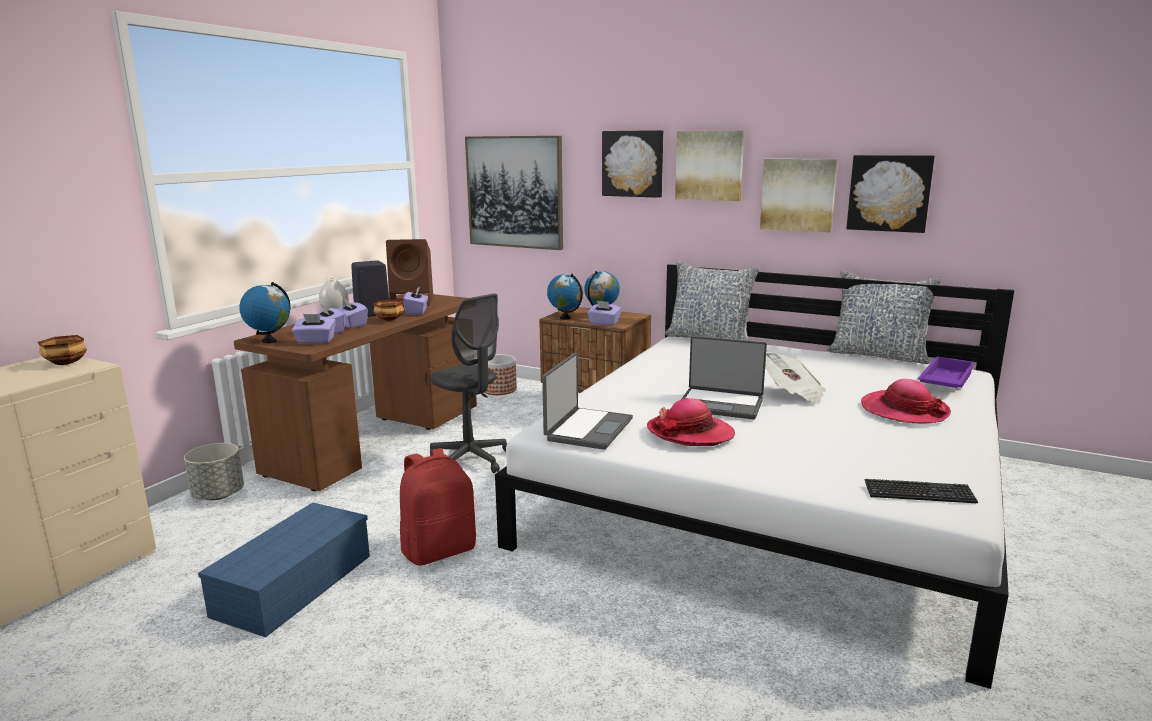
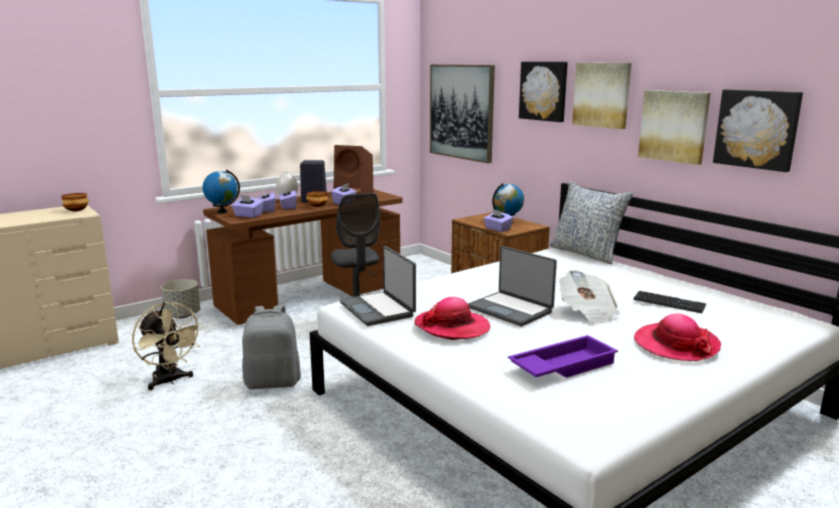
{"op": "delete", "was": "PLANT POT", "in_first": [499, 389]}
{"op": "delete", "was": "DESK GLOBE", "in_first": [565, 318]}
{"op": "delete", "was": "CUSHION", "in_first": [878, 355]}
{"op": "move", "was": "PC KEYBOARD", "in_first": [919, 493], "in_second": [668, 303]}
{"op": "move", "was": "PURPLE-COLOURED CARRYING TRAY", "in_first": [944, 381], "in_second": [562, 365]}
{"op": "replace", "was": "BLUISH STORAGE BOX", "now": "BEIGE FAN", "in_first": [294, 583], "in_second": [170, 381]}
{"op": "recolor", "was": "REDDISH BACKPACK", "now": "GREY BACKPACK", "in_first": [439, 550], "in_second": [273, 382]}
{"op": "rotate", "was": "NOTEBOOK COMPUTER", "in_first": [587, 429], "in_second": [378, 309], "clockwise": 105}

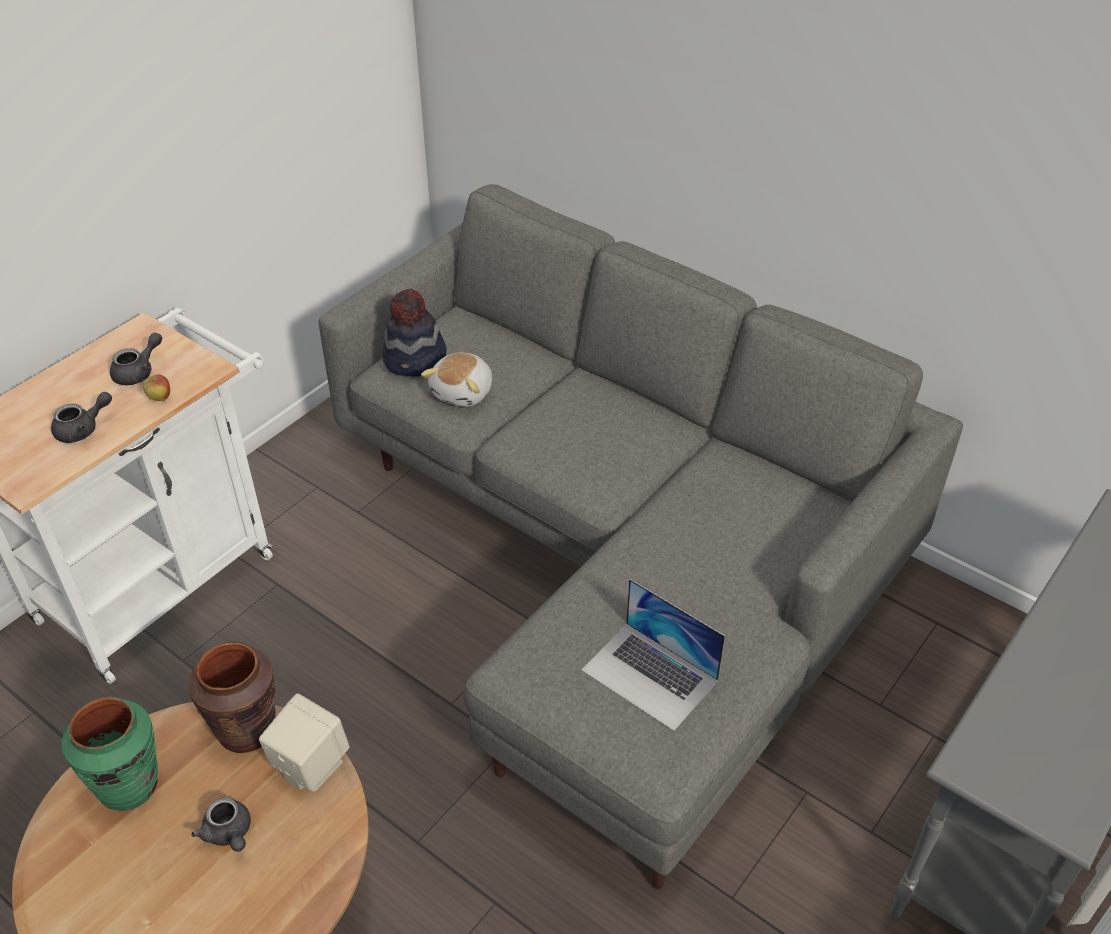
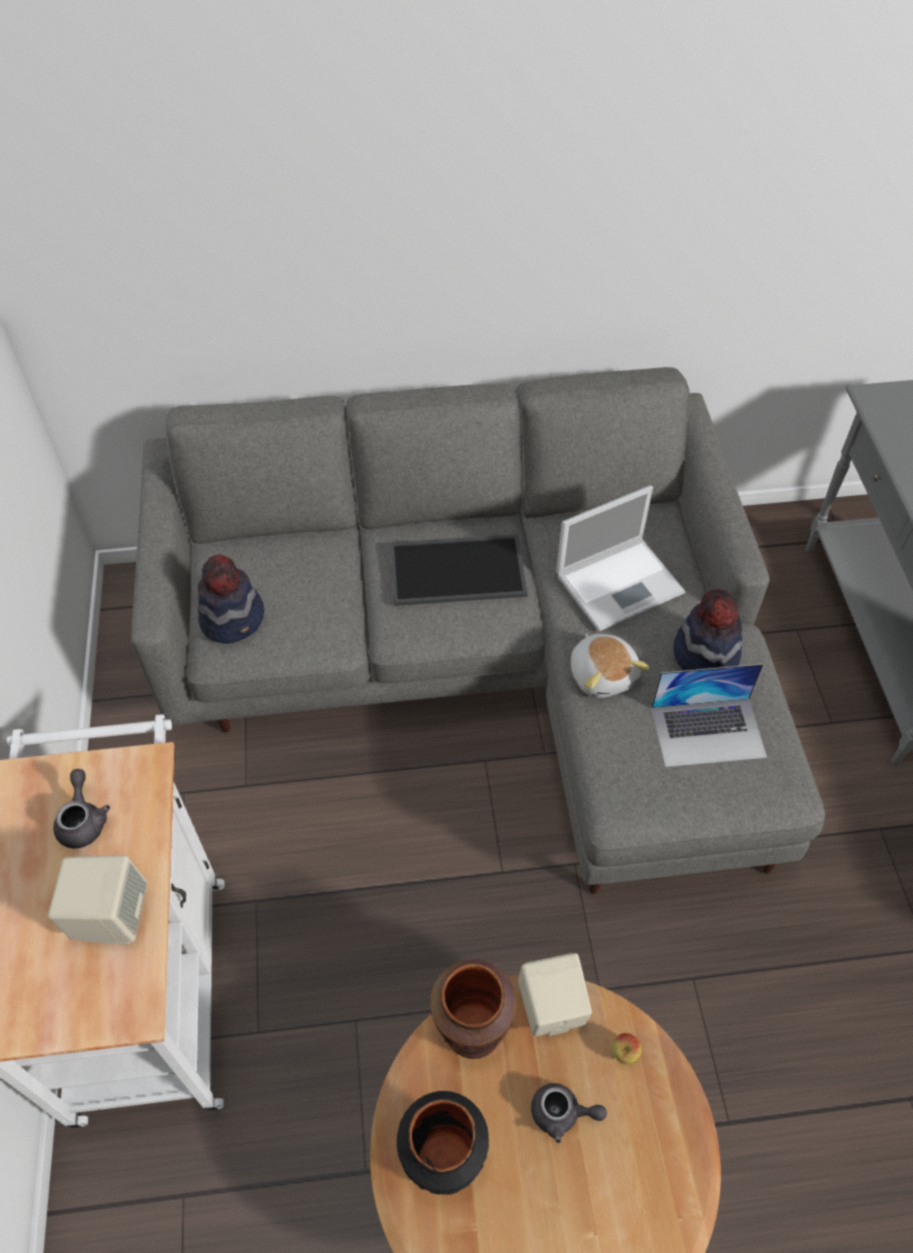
{"op": "insert", "now": "CARRYING TRAY", "in_second": [458, 568]}
{"op": "insert", "now": "NOTEBOOK COMPUTER", "in_second": [621, 582]}
{"op": "insert", "now": "CLOTHING HAT", "in_second": [704, 656]}
{"op": "move", "was": "WHOLE APPLE", "in_first": [160, 398], "in_second": [624, 1053]}
{"op": "move", "was": "SOFT TOY", "in_first": [463, 392], "in_second": [603, 674]}
{"op": "replace", "was": "GREY TEA POT", "now": "BEIGE AUDIO SPEAKER", "in_first": [83, 429], "in_second": [111, 916]}
{"op": "recolor", "was": "GREEN VASE", "now": "BLACK-COLOURED VASE", "in_first": [129, 786], "in_second": [444, 1159]}

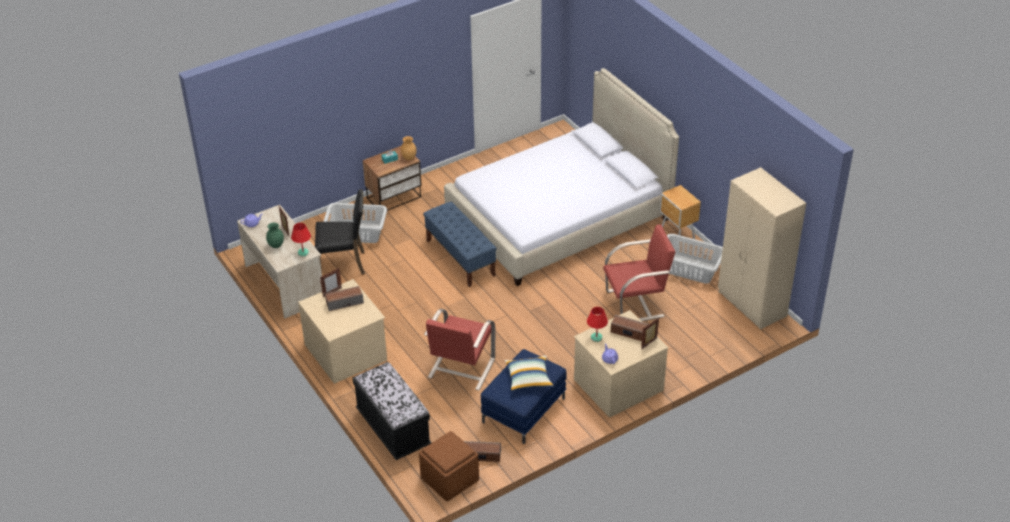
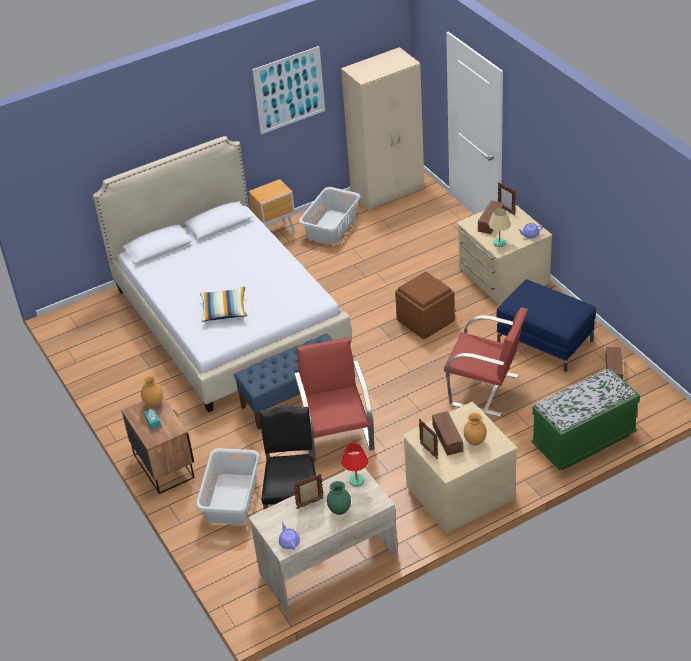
{"op": "insert", "now": "WALL PICTURE", "in_second": [289, 90]}
{"op": "insert", "now": "BROWNISH VASE", "in_second": [474, 441]}
{"op": "move", "was": "BROWNISH FOOTREST", "in_first": [450, 478], "in_second": [425, 320]}
{"op": "move", "was": "CUSHION", "in_first": [529, 378], "in_second": [224, 310]}
{"op": "move", "was": "REDDISH ARMCHAIR", "in_first": [635, 303], "in_second": [337, 437]}
{"op": "recolor", "was": "BLACK-COLOURED INDOOR BENCH", "now": "GREEN INDOOR BENCH", "in_first": [393, 429], "in_second": [583, 441]}
{"op": "recolor", "was": "REDDISH TABLETOP LAMP", "now": "BEIGE TABLETOP LAMP", "in_first": [596, 337], "in_second": [499, 243]}

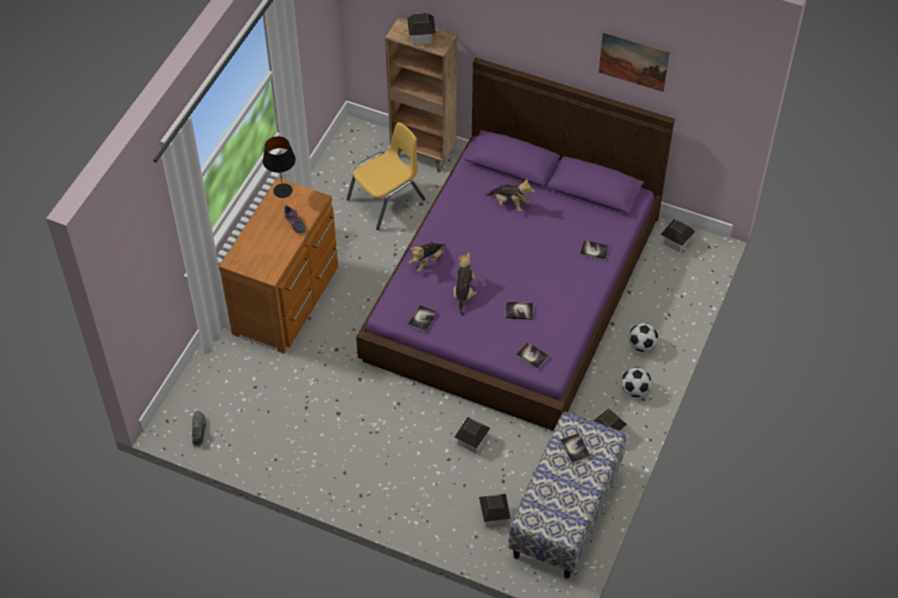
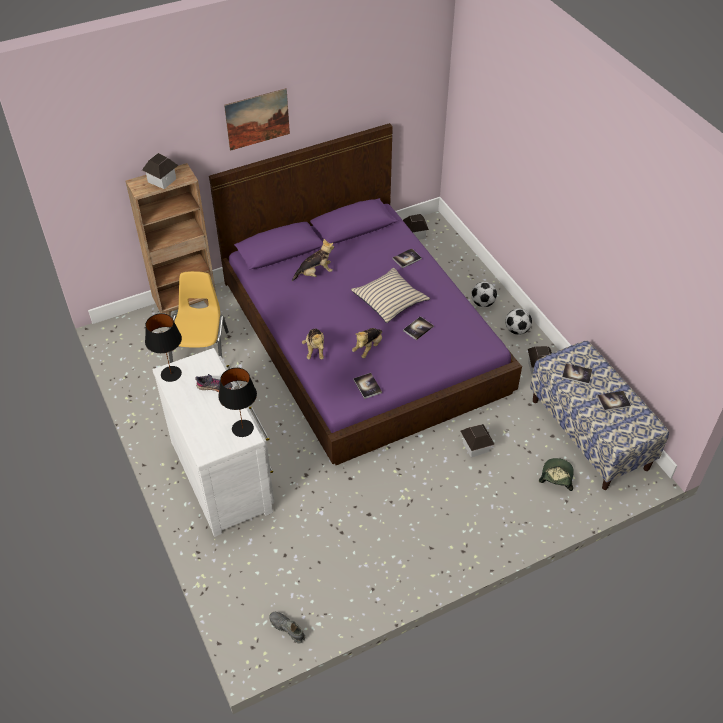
{"op": "insert", "now": "BLACK-COLOURED TABLETOP LAMP", "in_second": [242, 428]}
{"op": "insert", "now": "BEIGE CUSHION", "in_second": [390, 300]}
{"op": "move", "was": "BOUND BOOK", "in_first": [532, 356], "in_second": [613, 401]}
{"op": "move", "was": "WALL PICTURE", "in_first": [633, 61], "in_second": [257, 119]}
{"op": "replace", "was": "MODEL HOUSE", "now": "CAP", "in_first": [494, 515], "in_second": [556, 477]}
{"op": "recolor", "was": "BROWNISH DRAWER CHEST", "now": "WHITISH DRAWER CHEST", "in_first": [289, 300], "in_second": [223, 474]}
{"op": "rotate", "was": "SOFT TOY", "in_first": [464, 293], "in_second": [368, 348], "clockwise": -105}

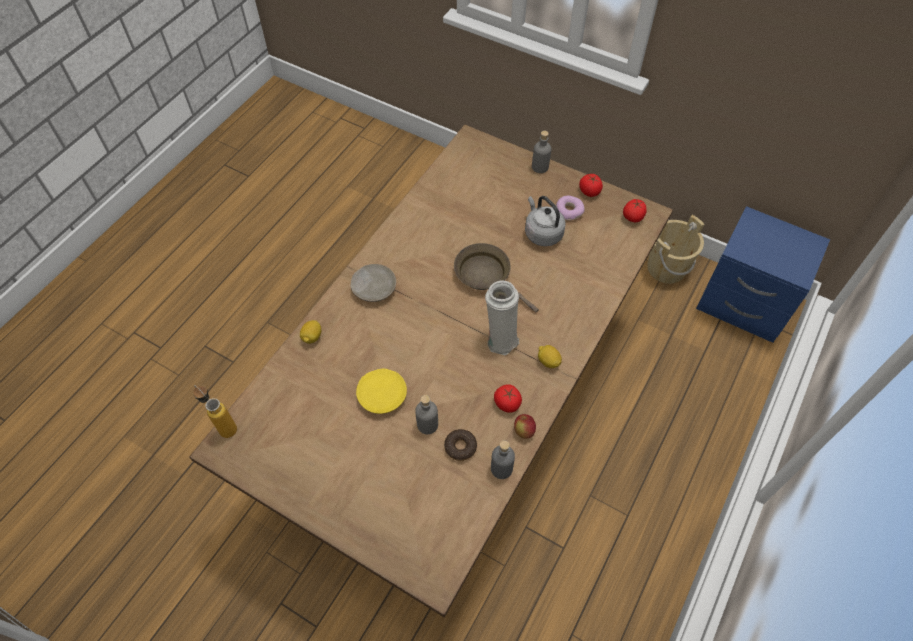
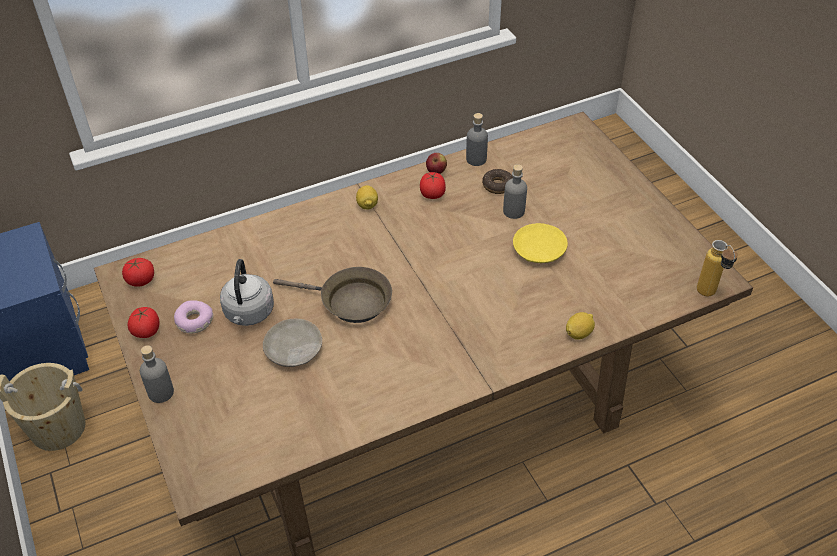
{"op": "delete", "was": "WHITISH VASE", "in_first": [500, 339]}
{"op": "move", "was": "BEIGE FLAT DISH", "in_first": [374, 287], "in_second": [293, 350]}
{"op": "rotate", "was": "BROWNISH PAN", "in_first": [486, 275], "in_second": [350, 301], "clockwise": -60}

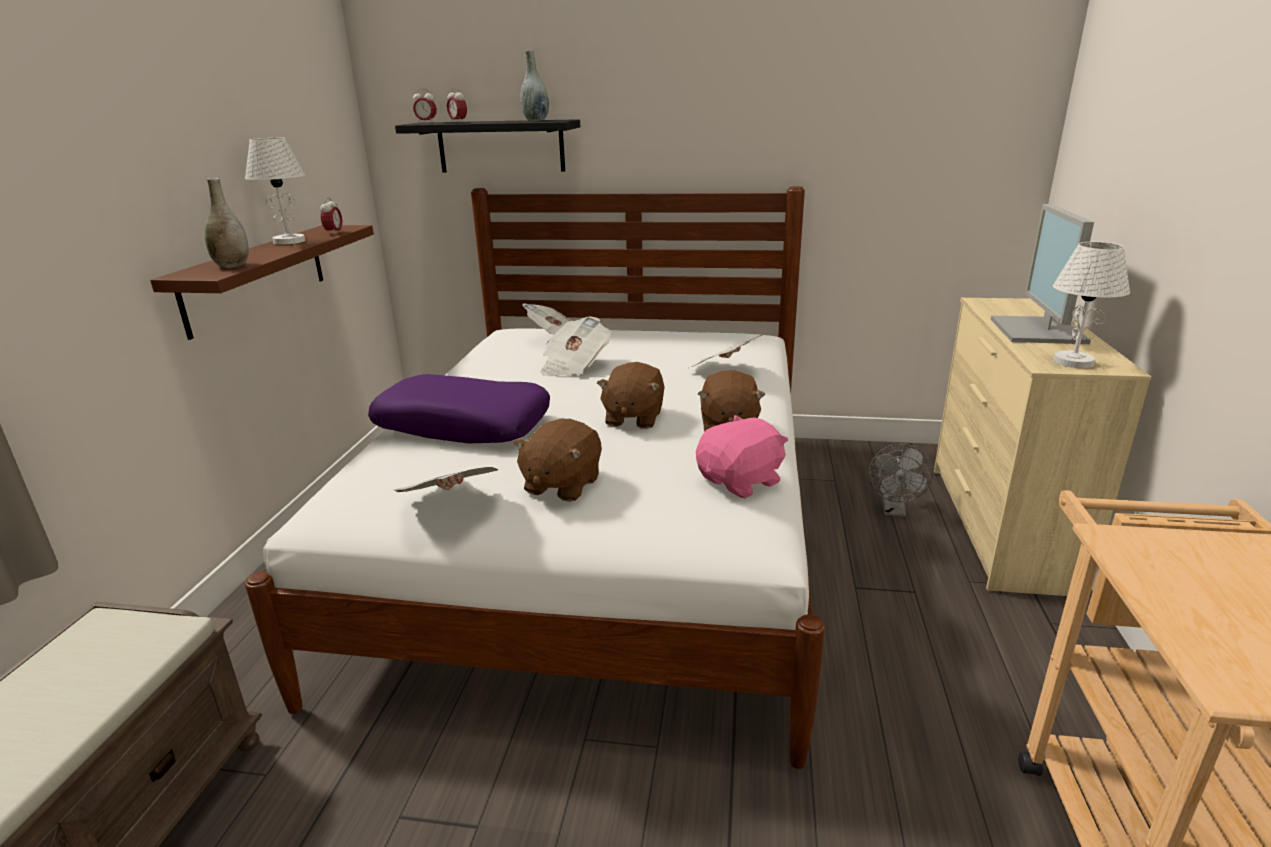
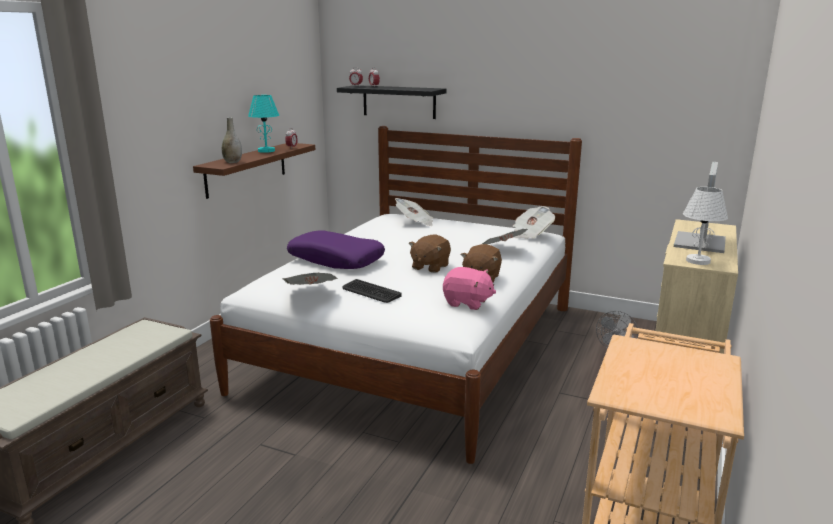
{"op": "delete", "was": "GREY VASE", "in_first": [536, 120]}
{"op": "move", "was": "DAILY PAPER", "in_first": [574, 366], "in_second": [530, 234]}
{"op": "replace", "was": "BROWNISH SOFT TOY", "now": "PC KEYBOARD", "in_first": [561, 485], "in_second": [371, 292]}
{"op": "recolor", "was": "WHITISH TABLETOP LAMP", "now": "BLUE-GREEN TABLETOP LAMP", "in_first": [288, 241], "in_second": [266, 151]}
{"op": "rotate", "was": "PINK SOFT TOY", "in_first": [741, 482], "in_second": [467, 303], "clockwise": 45}

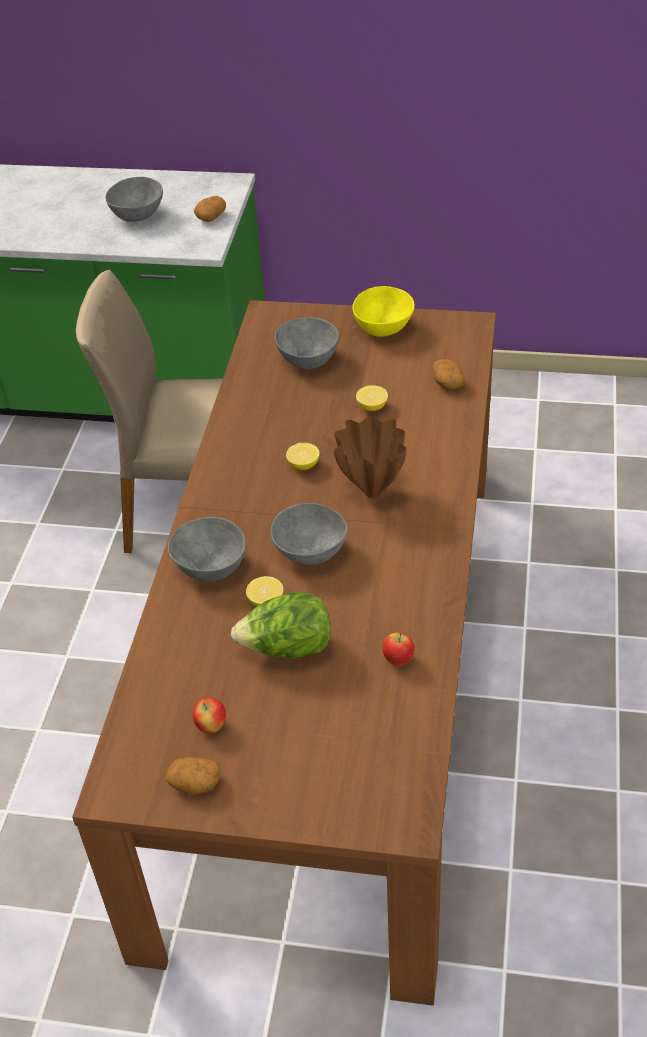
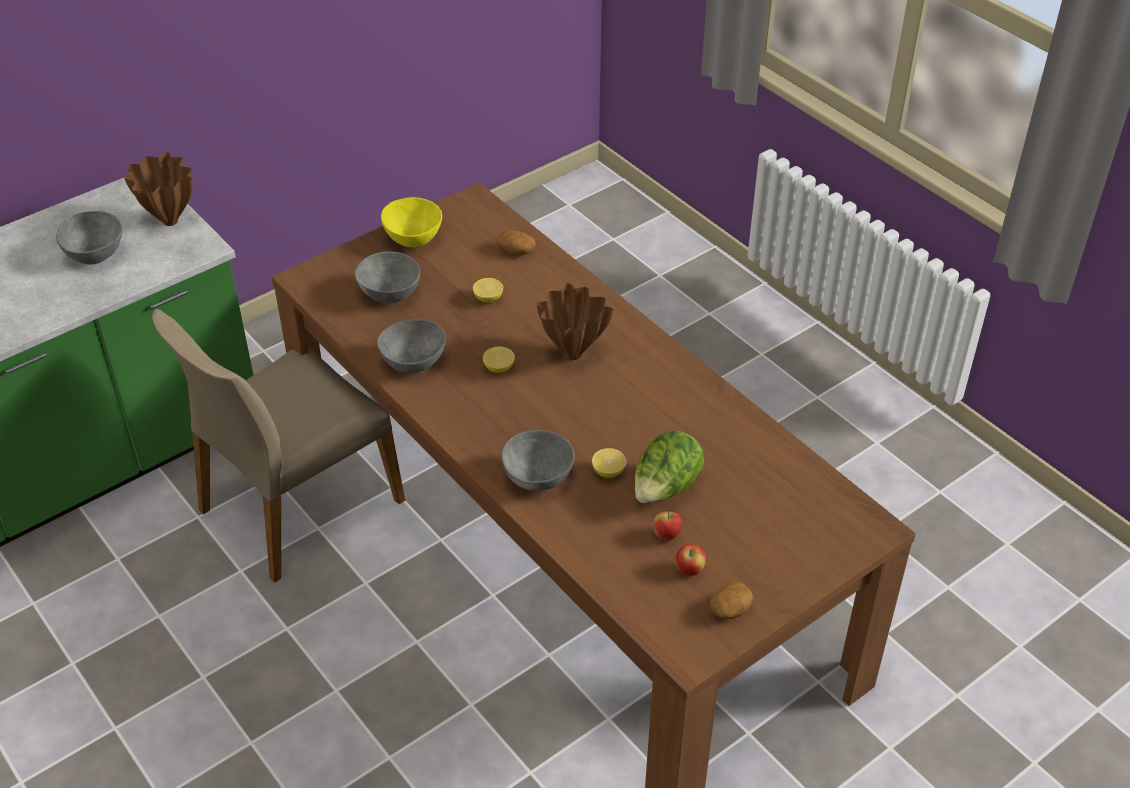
{"op": "move", "was": "GREY BOWL", "in_first": [311, 553], "in_second": [415, 363]}
{"op": "move", "was": "WHOLE APPLE", "in_first": [398, 660], "in_second": [666, 536]}
{"op": "replace", "was": "POTATO", "now": "BROWNISH VASE", "in_first": [211, 217], "in_second": [169, 221]}

